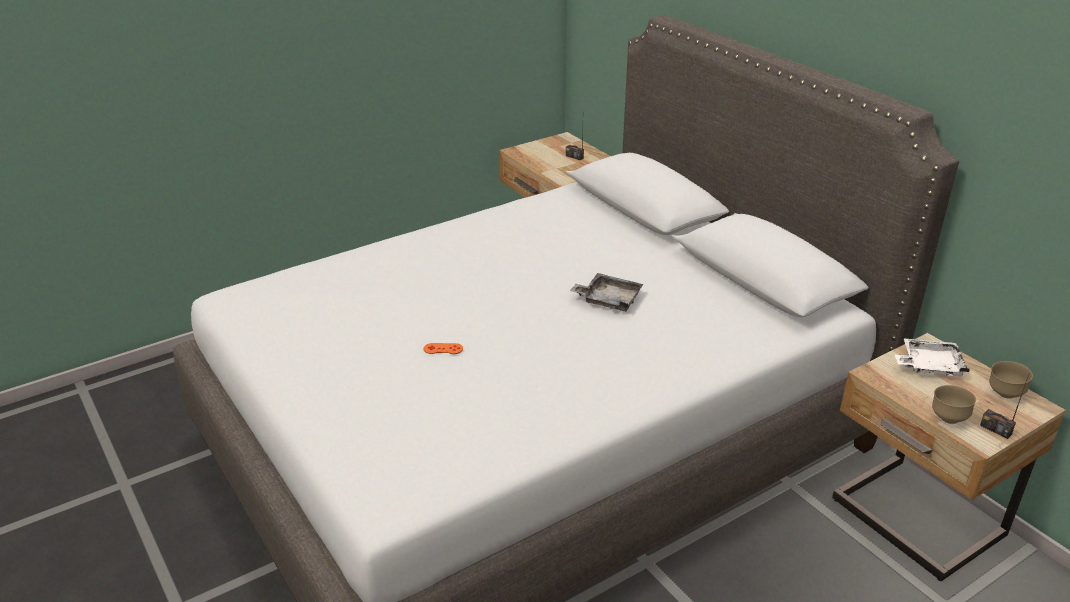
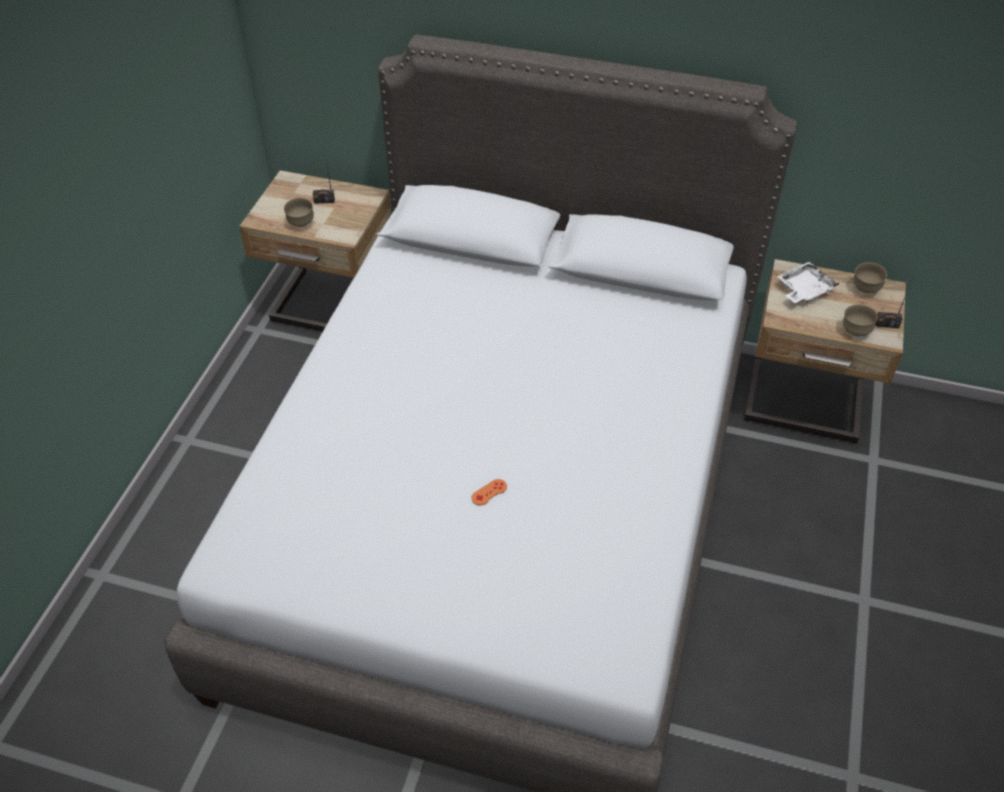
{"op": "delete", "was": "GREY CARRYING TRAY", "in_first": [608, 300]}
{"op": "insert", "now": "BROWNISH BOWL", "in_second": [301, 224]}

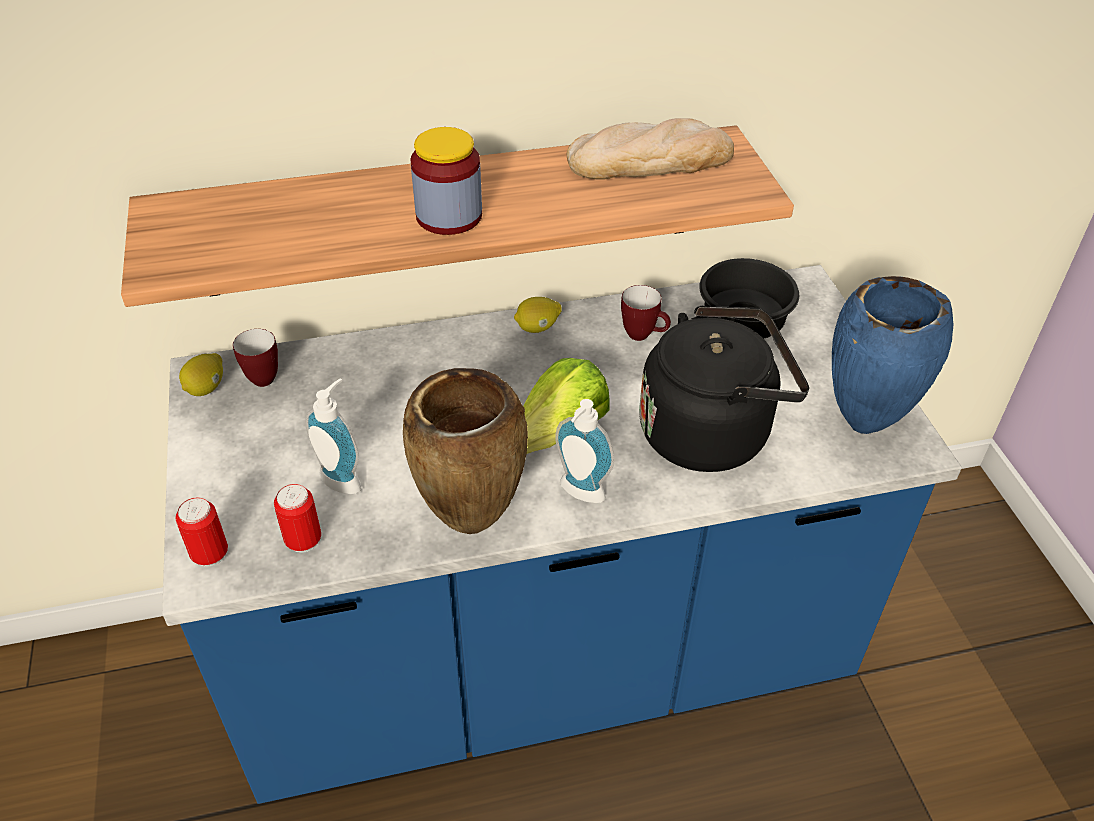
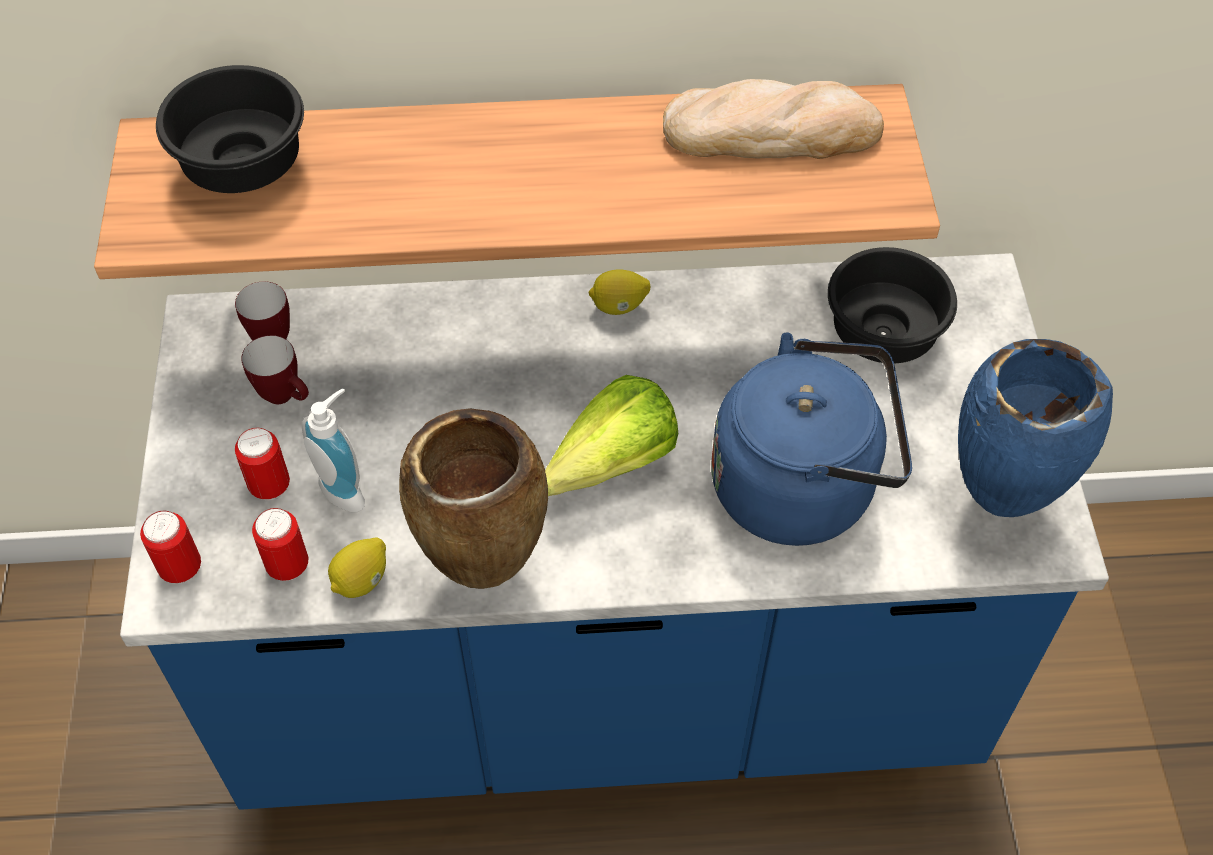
{"op": "delete", "was": "JAR", "in_first": [449, 216]}
{"op": "delete", "was": "SOAP BOTTLE", "in_first": [579, 494]}
{"op": "insert", "now": "BLACK-COLOURED BOWL", "in_second": [247, 162]}
{"op": "insert", "now": "SEALED CAN", "in_second": [270, 486]}
{"op": "move", "was": "LEMON", "in_first": [206, 388], "in_second": [362, 580]}
{"op": "move", "was": "COFFEE MUG", "in_first": [643, 335], "in_second": [286, 397]}
{"op": "recolor", "was": "BLACK-COLOURED KETTLE", "now": "BLUISH KETTLE", "in_first": [711, 432], "in_second": [802, 486]}

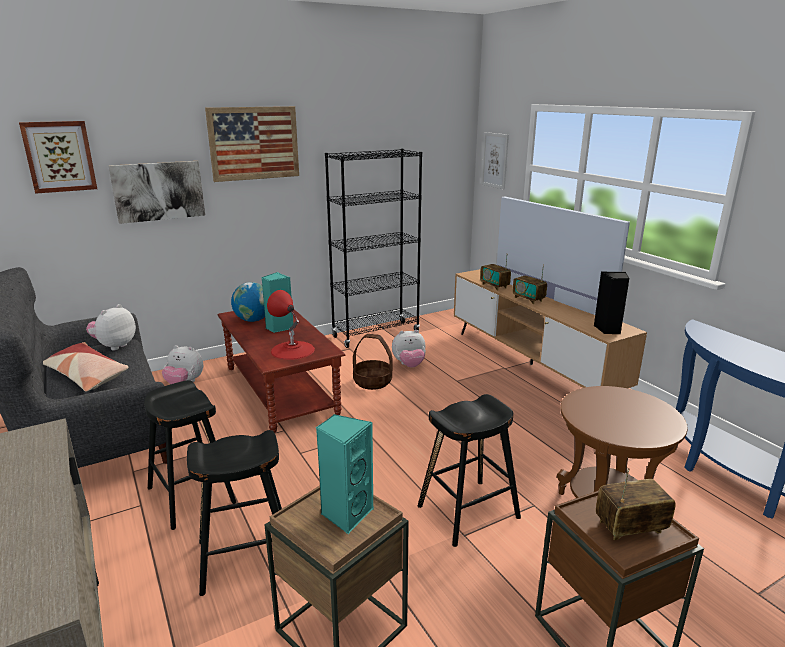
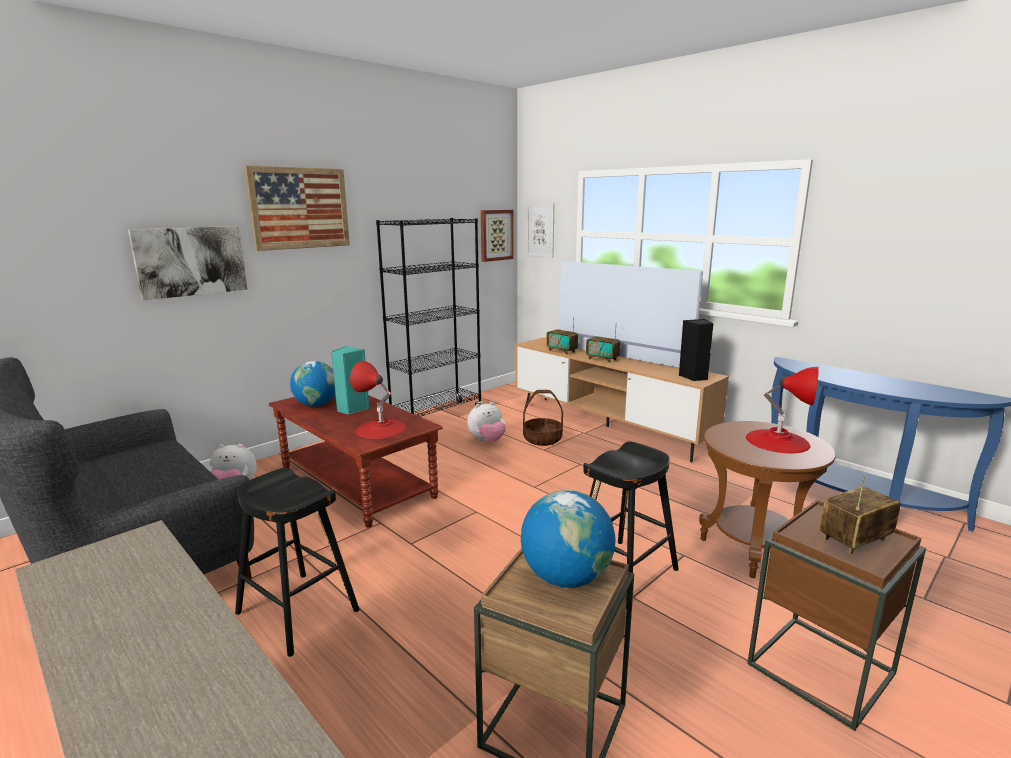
{"op": "delete", "was": "CUSHION", "in_first": [87, 376]}
{"op": "delete", "was": "SOFT TOY", "in_first": [114, 346]}
{"op": "delete", "was": "BLACK-COLOURED STOOL SEAT", "in_first": [246, 557]}
{"op": "insert", "now": "REDDISH TABLETOP LAMP", "in_second": [777, 441]}
{"op": "move", "was": "WALL PICTURE", "in_first": [59, 156], "in_second": [496, 235]}
{"op": "move", "was": "HOUSEHOLD BASKET", "in_first": [373, 382], "in_second": [542, 439]}
{"op": "replace", "was": "BLUE-GREEN AUDIO SPEAKER", "now": "DESK GLOBE", "in_first": [346, 514], "in_second": [566, 577]}

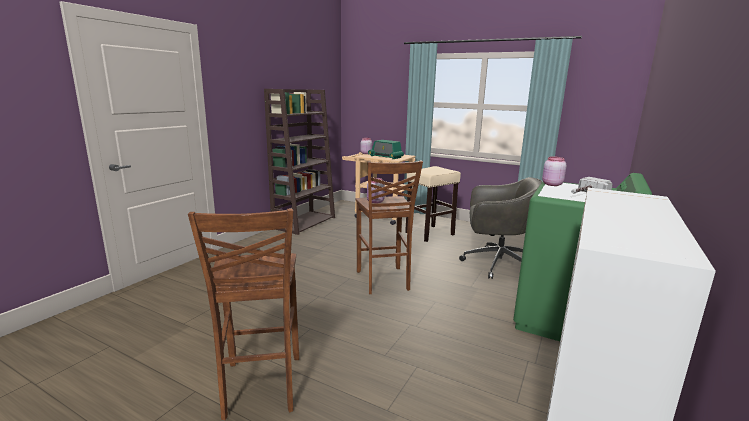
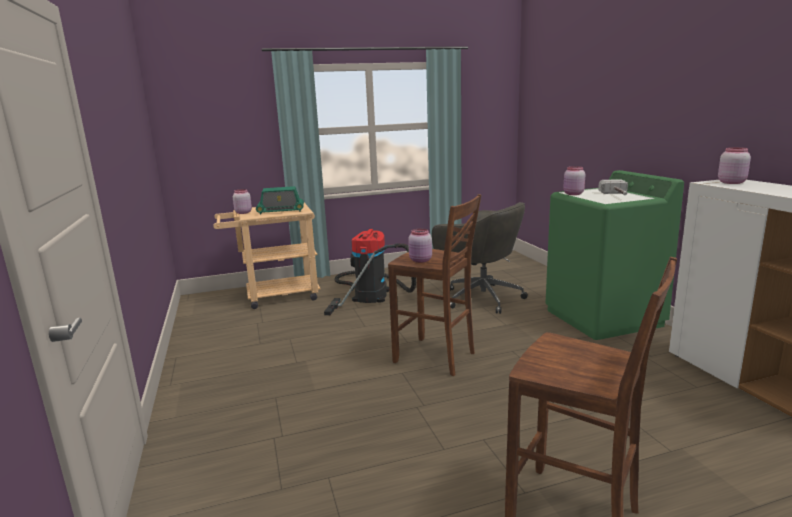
{"op": "delete", "was": "BROWNISH BOOKSHELF", "in_first": [304, 222]}
{"op": "insert", "now": "PINK JAR", "in_second": [731, 182]}
{"op": "replace", "was": "BEIGE STOOL SEAT", "now": "HOOVER", "in_first": [429, 233], "in_second": [371, 294]}
{"op": "rotate", "was": "GREY COMPUTER CHAIR", "in_first": [495, 264], "in_second": [480, 297], "clockwise": 75}

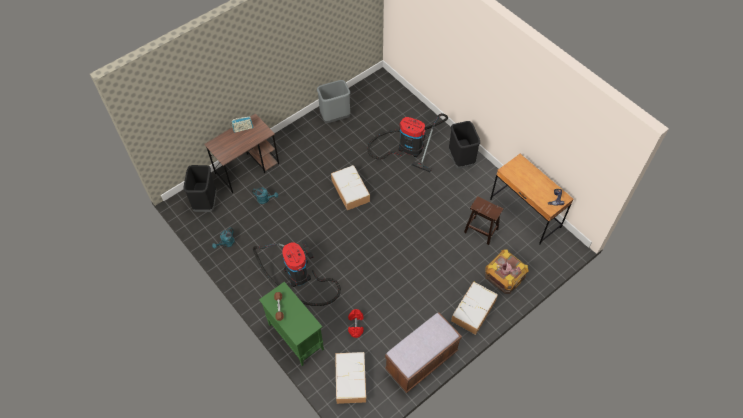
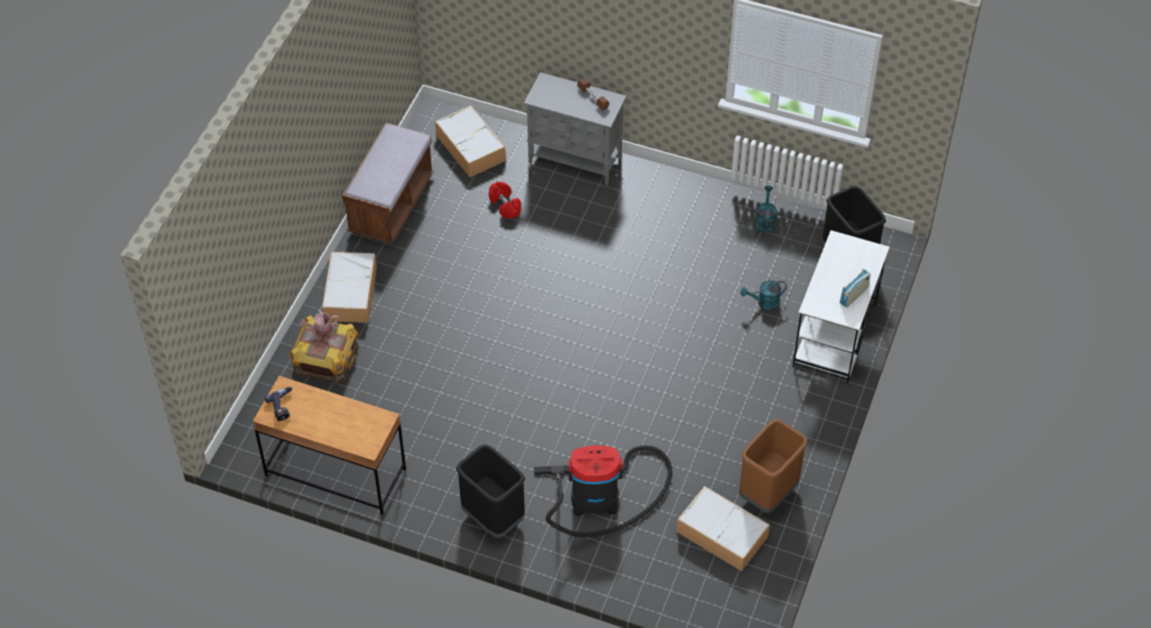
{"op": "delete", "was": "HOOVER", "in_first": [299, 276]}
{"op": "delete", "was": "BROWNISH STOOL SEAT", "in_first": [480, 230]}
{"op": "move", "was": "STORAGE BOX", "in_first": [350, 190], "in_second": [723, 534]}
{"op": "recolor", "was": "BROWNISH DESK UNIT", "now": "WHITISH DESK UNIT", "in_first": [247, 168], "in_second": [834, 335]}
{"op": "recolor", "was": "GREEN STORAGE CABINET", "now": "GREY STORAGE CABINET", "in_first": [295, 336], "in_second": [576, 160]}
{"op": "recolor", "was": "GREY WASTE BIN", "now": "BROWNISH WASTE BIN", "in_first": [335, 117], "in_second": [768, 493]}

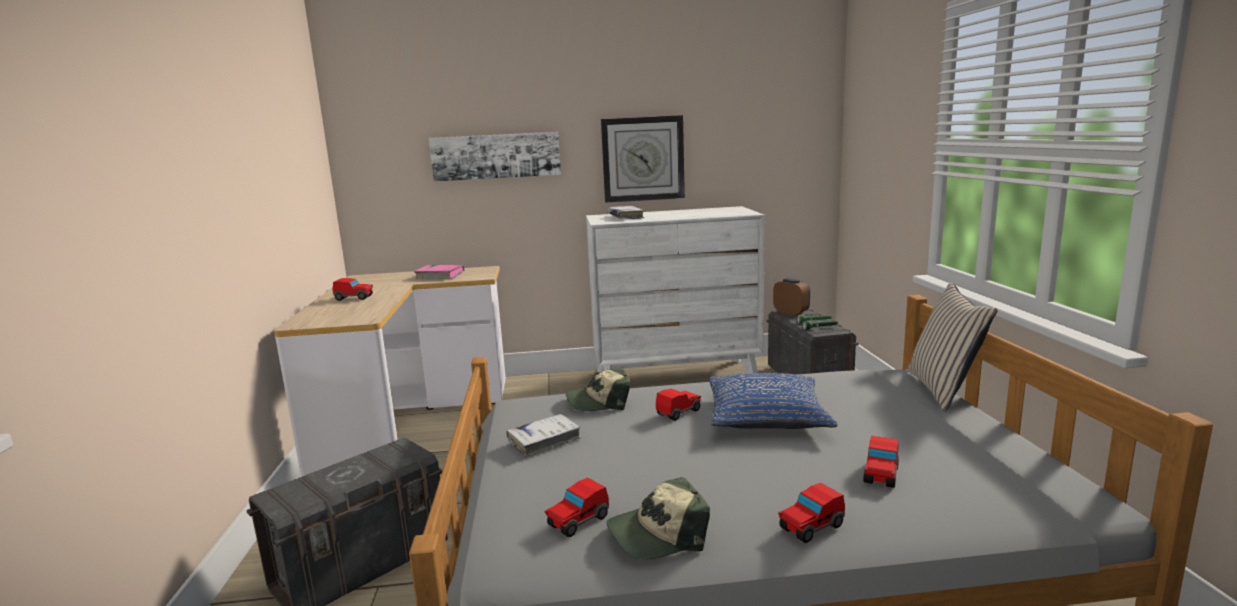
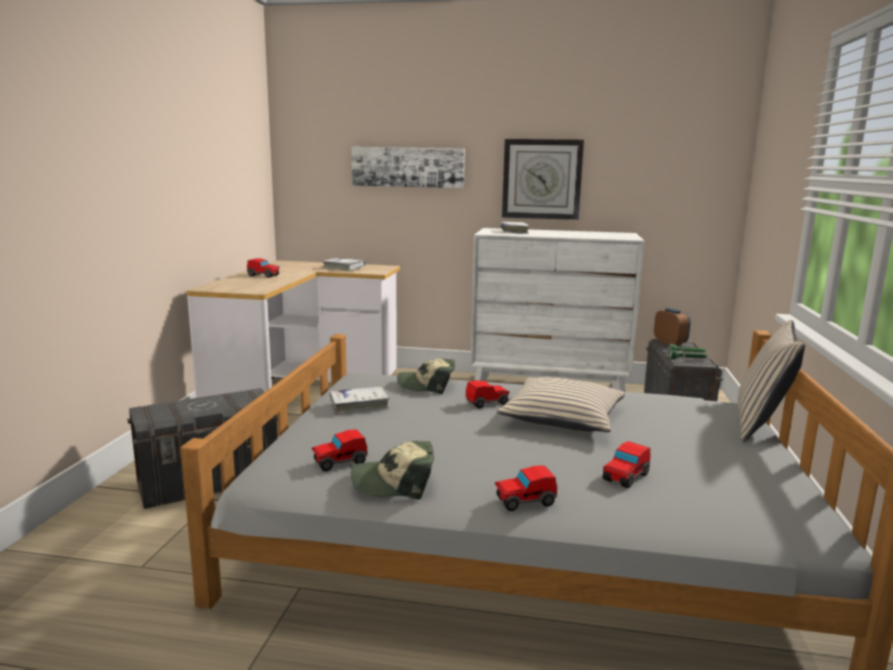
{"op": "recolor", "was": "PINK BOUND BOOK", "now": "WHITISH BOUND BOOK", "in_first": [440, 276], "in_second": [344, 268]}
{"op": "recolor", "was": "BLUISH CUSHION", "now": "BEIGE CUSHION", "in_first": [766, 415], "in_second": [563, 417]}

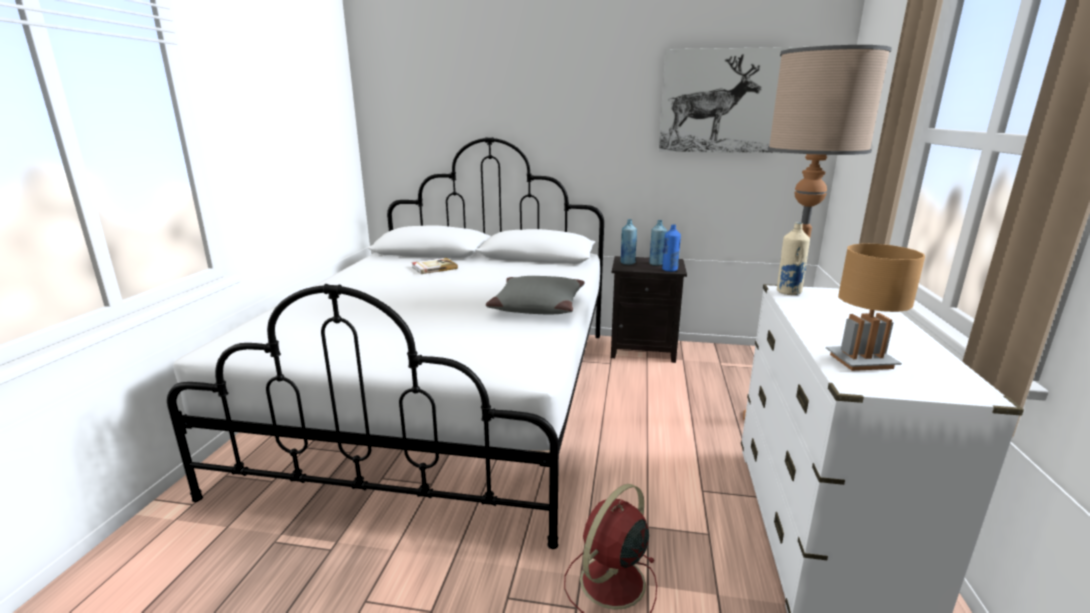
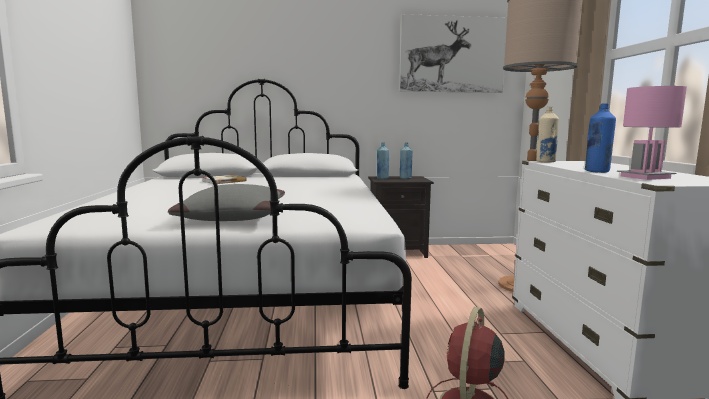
{"op": "move", "was": "GREY CUSHION", "in_first": [536, 306], "in_second": [232, 216]}
{"op": "move", "was": "BLUISH BEVERAGE BOTTLE", "in_first": [669, 270], "in_second": [597, 171]}
{"op": "recolor", "was": "BROWNISH TABLETOP LAMP", "now": "PINK TABLETOP LAMP", "in_first": [861, 361], "in_second": [645, 177]}

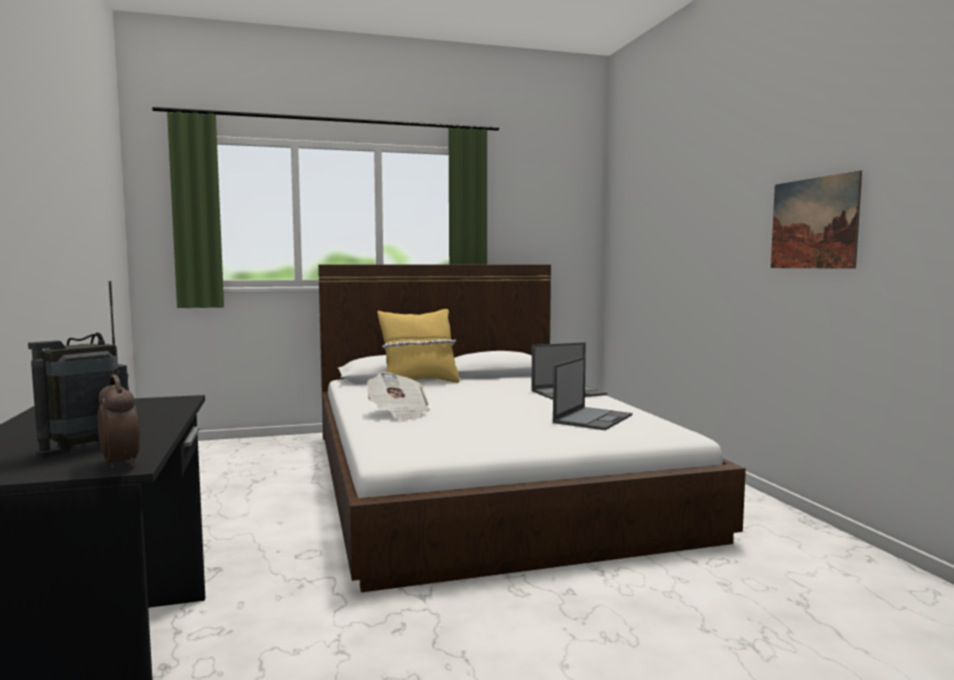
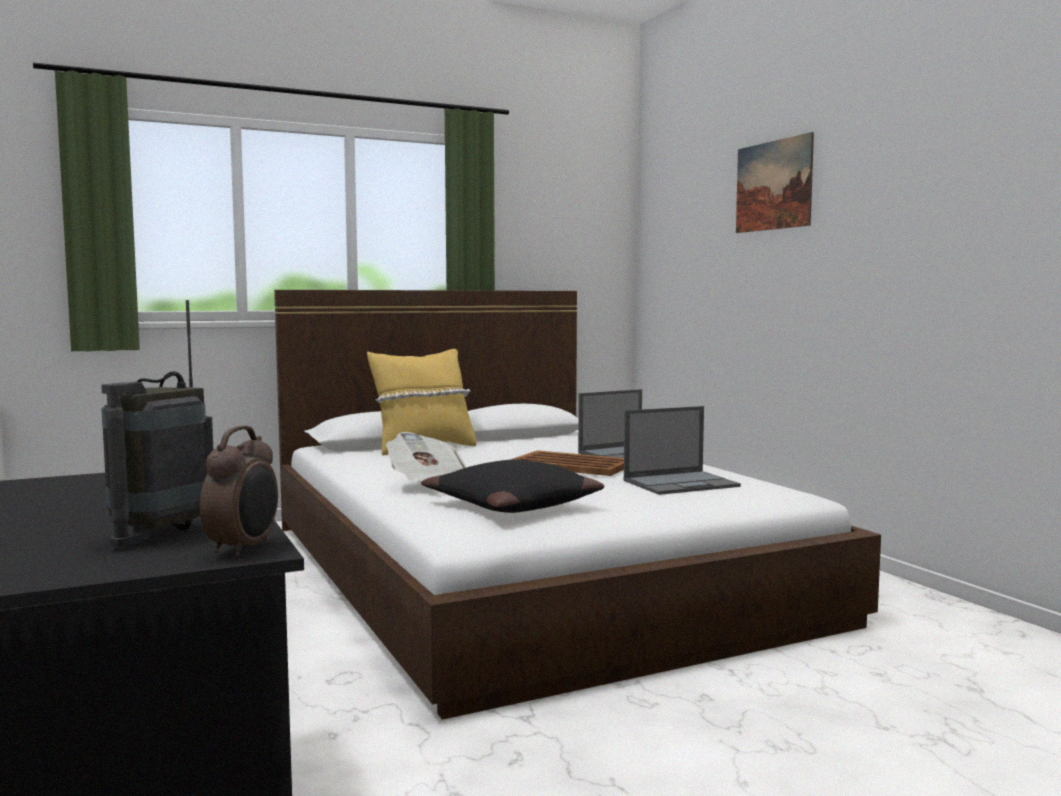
{"op": "insert", "now": "BLACK-COLOURED CUSHION", "in_second": [511, 504]}
{"op": "insert", "now": "BROWNISH CARRYING TRAY", "in_second": [572, 465]}
{"op": "move", "was": "WALL PICTURE", "in_first": [813, 223], "in_second": [773, 185]}
{"op": "rotate", "was": "TABLE CLOCK", "in_first": [122, 464], "in_second": [244, 549], "clockwise": 60}
{"op": "rotate", "was": "NOTEBOOK COMPUTER", "in_first": [593, 419], "in_second": [681, 483], "clockwise": 45}

